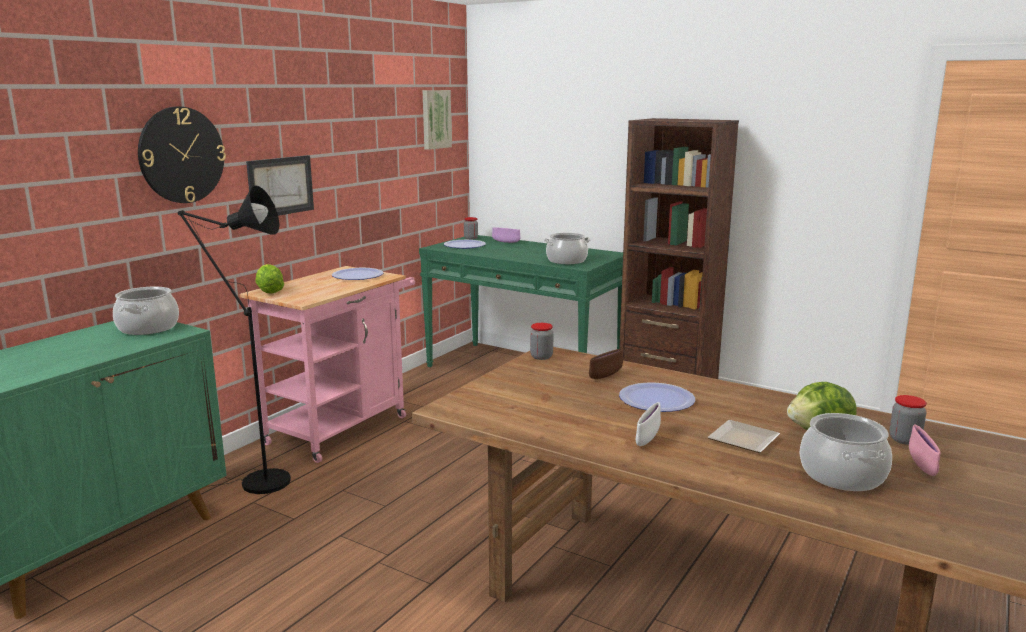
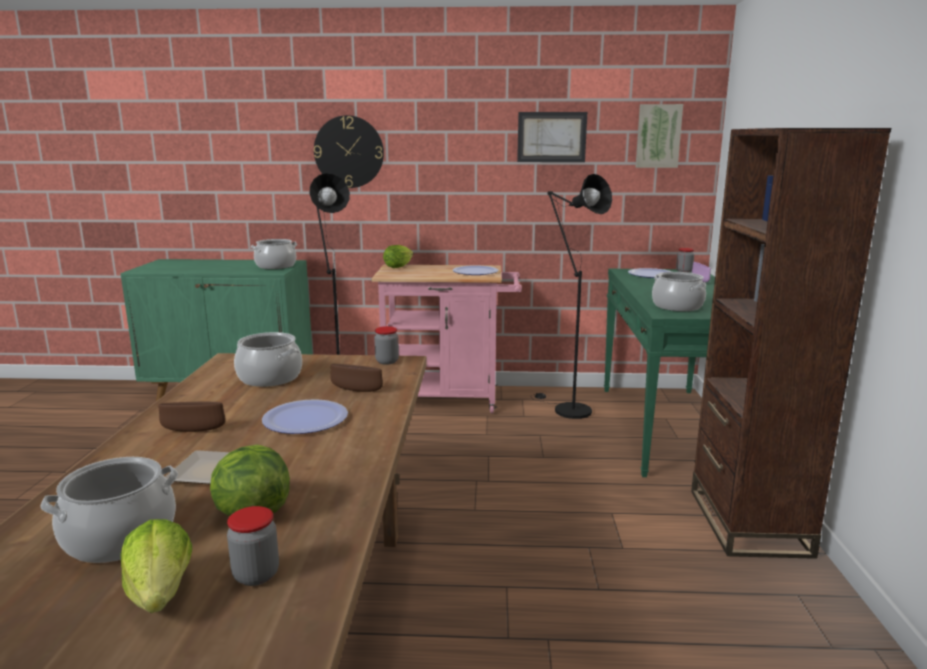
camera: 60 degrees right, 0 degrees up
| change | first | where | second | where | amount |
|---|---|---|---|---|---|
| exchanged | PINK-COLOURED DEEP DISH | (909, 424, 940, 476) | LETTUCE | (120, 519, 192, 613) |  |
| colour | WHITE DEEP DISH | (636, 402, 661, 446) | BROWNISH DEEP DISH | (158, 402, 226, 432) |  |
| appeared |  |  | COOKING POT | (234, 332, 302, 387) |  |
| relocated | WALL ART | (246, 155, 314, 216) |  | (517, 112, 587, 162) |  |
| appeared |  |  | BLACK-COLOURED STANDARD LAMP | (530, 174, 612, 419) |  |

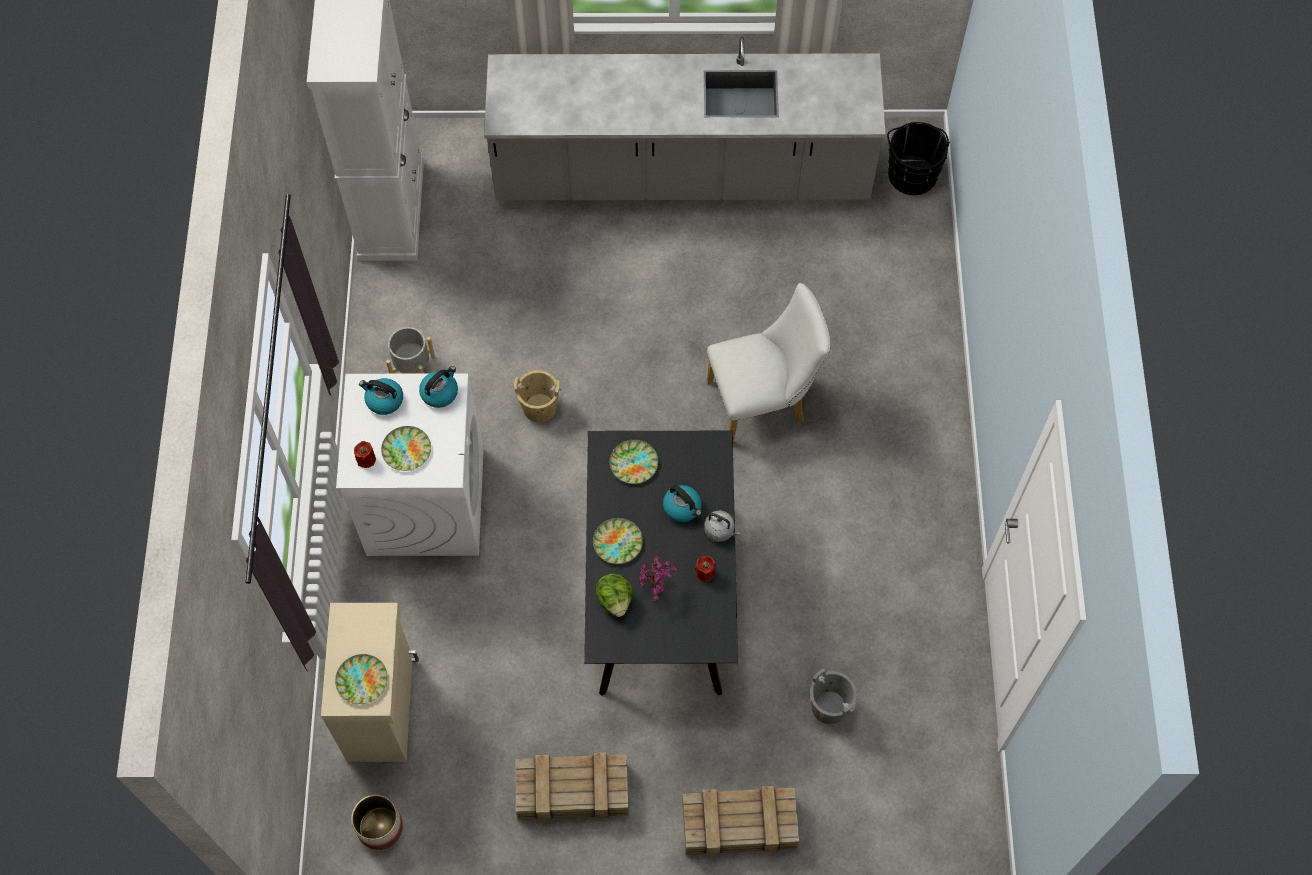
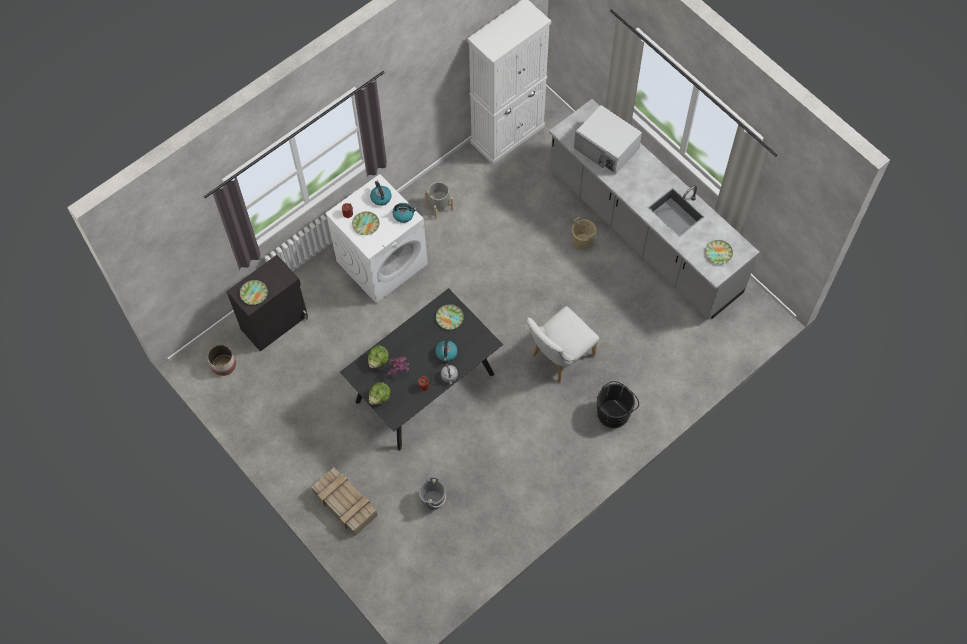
camera: 50 degrees right, 0 degrees up
| change | first | where | second | where | amount |
|---|---|---|---|---|---|
| colour | SAND-COLOURED STORAGE CABINET | (321, 603, 419, 762) | BLACK-COLOURED STORAGE CABINET | (226, 255, 308, 351) |  |
| appeared |  |  | LETTUCE | (369, 382, 391, 405) |  |
| spun | WHITE UPRIGHT CHAIR | (707, 283, 830, 442) |  | (527, 306, 599, 382) | 105 degrees clockwise |
| relocated | SAND-COLOURED WATER BUCKET | (513, 370, 562, 423) |  | (572, 217, 597, 250) |  |
| appeared |  |  | WHITE MICROWAVE OVEN | (574, 105, 642, 174) |  |
| relocated | BLACK-COLOURED WATER BUCKET | (887, 122, 950, 195) |  | (597, 381, 639, 428) |  |
| relocated | DINNER PLATE | (593, 518, 643, 564) |  | (705, 240, 733, 264) |  |
| missing | SHIPPING CRATE | (516, 753, 629, 821) |  |  |  |

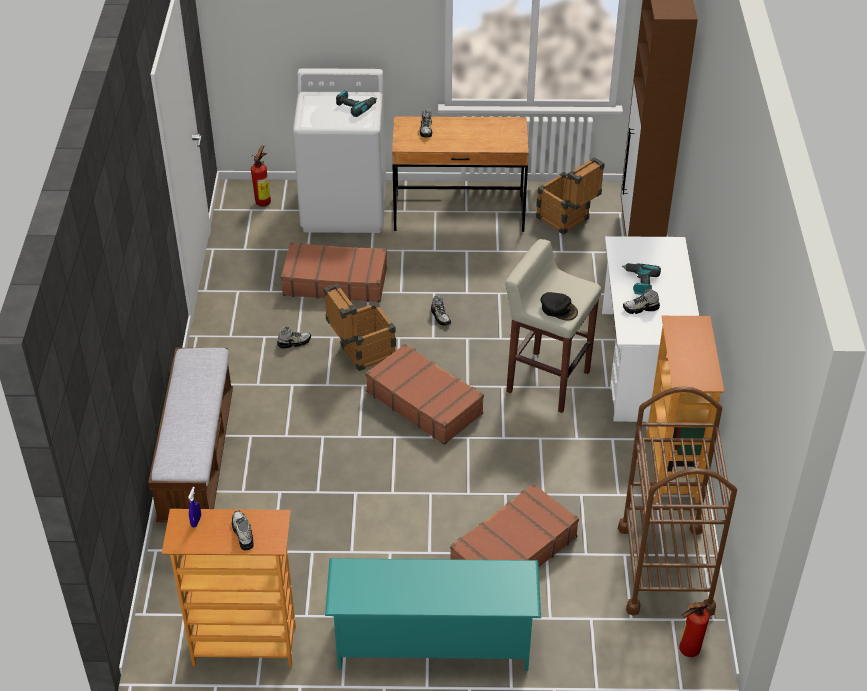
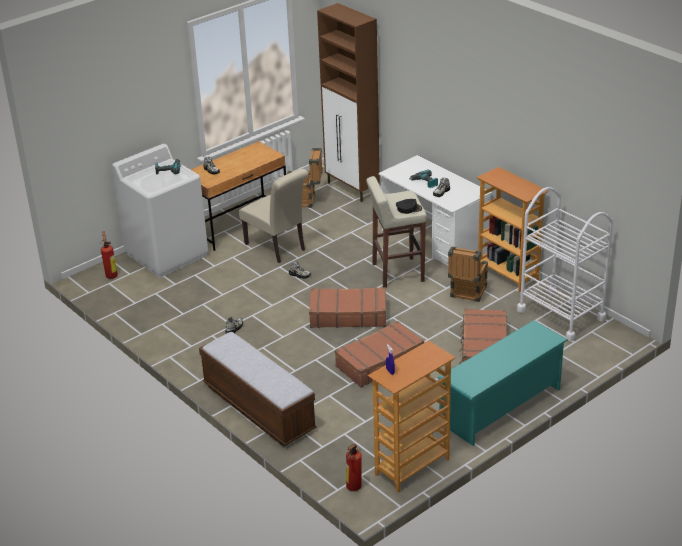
camera: 40 degrees left, 10 degrees down
| change | first | where | second | where | amount |
|---|---|---|---|---|---|
| appeared |  |  | SAND-COLOURED UPRIGHT CHAIR | (239, 169, 308, 263) |  |
| relocated | BROWNISH PIECE OF LUGGAGE | (281, 242, 387, 302) |  | (335, 321, 424, 387) |  |
| relocated | FIRE EXTINGUISHER | (679, 601, 710, 657) |  | (346, 444, 362, 491) |  |
| relocated | SHIPPING CRATE | (324, 283, 396, 371) |  | (448, 246, 488, 302) |  |
| colour | BROWNISH TROLLEY | (618, 387, 737, 616) | WHITE TROLLEY | (517, 187, 613, 341) |  |
| missing | ITEM OF FOOTWEAR | (232, 511, 254, 550) |  |  |  |

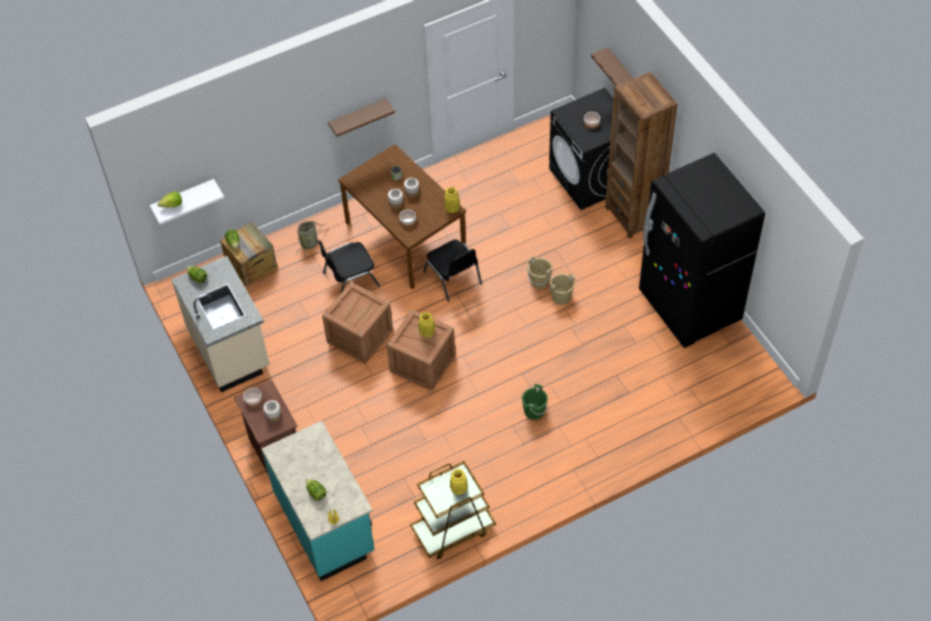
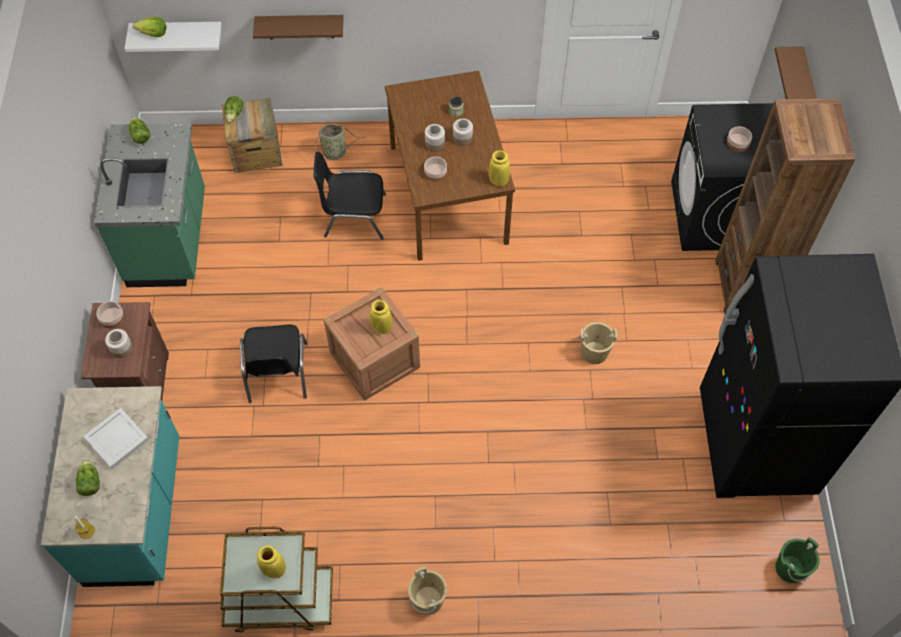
camera: 25 degrees right, 5 degrees up
| change | first | where | second | where | amount |
|---|---|---|---|---|---|
| appeared |  |  | WHITE CARRYING TRAY | (83, 408, 149, 469) |  |
| colour | SAND-COLOURED COUNTER | (171, 256, 270, 393) | GREEN-COLOURED COUNTER | (94, 123, 205, 287) |  |
| relocated | BLACK-COLOURED UPRIGHT CHAIR | (423, 240, 482, 302) |  | (240, 324, 307, 403) |  |
| relocated | BROWNISH SHELF | (328, 99, 395, 136) |  | (253, 15, 343, 39) |  |
| relocated | SAND-COLOURED WATER BUCKET | (528, 256, 552, 289) |  | (408, 566, 447, 615) |  |
| relocated | GREEN-COLOURED WATER BUCKET | (522, 384, 548, 420) |  | (776, 537, 819, 583) |  |
| missing | SHIPPING CRATE | (322, 282, 393, 364) |  |  |  |

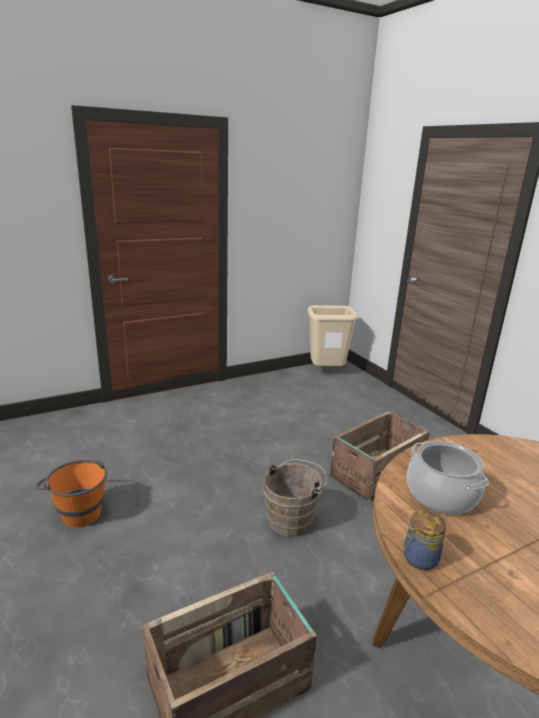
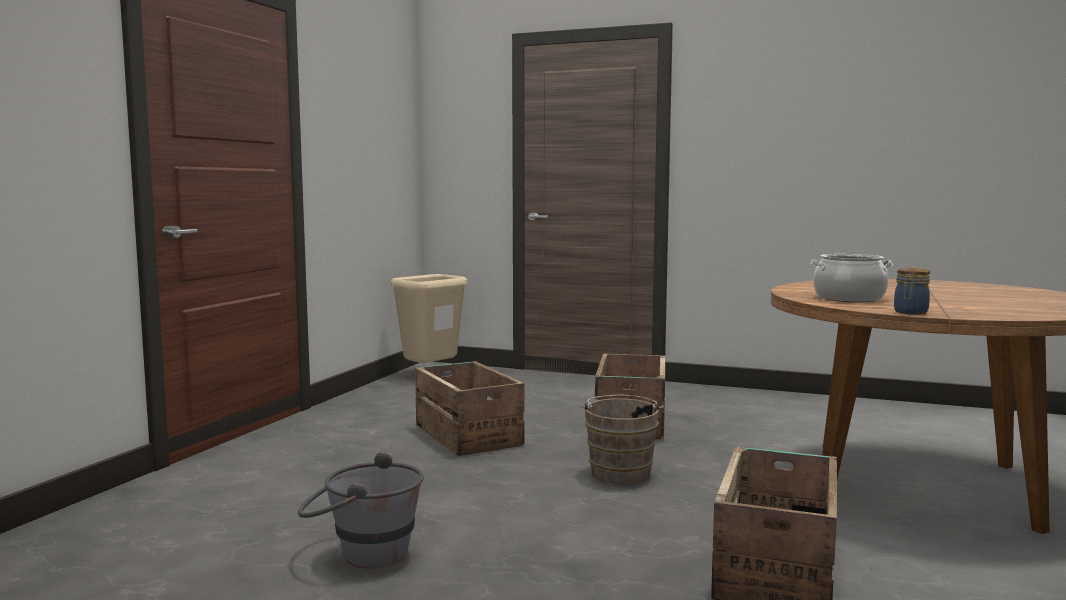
camera: 40 degrees left, 15 degrees down
| change | first | where | second | where | amount |
|---|---|---|---|---|---|
| colour | ORANGEY WATER BUCKET | (35, 458, 107, 527) | GREY WATER BUCKET | (298, 451, 424, 568) |  |
| appeared |  |  | SHIPPING CRATE | (415, 361, 524, 456) |  |

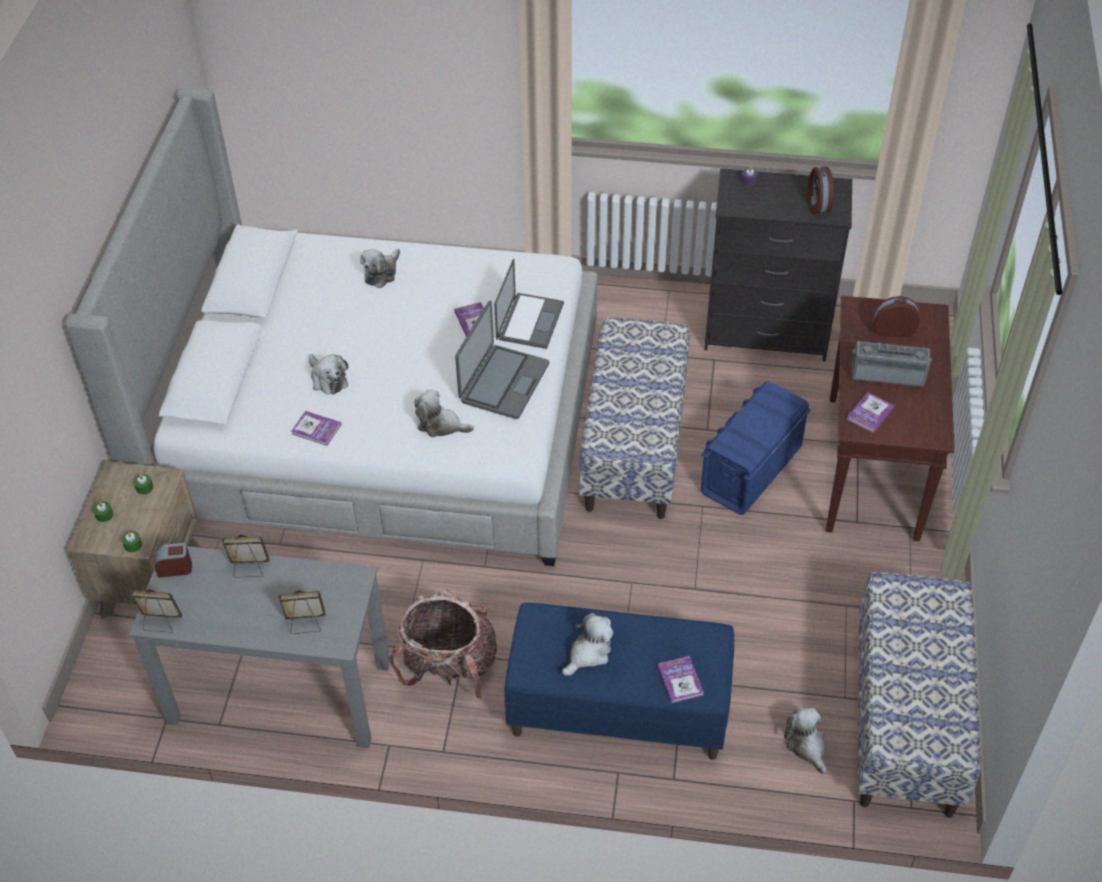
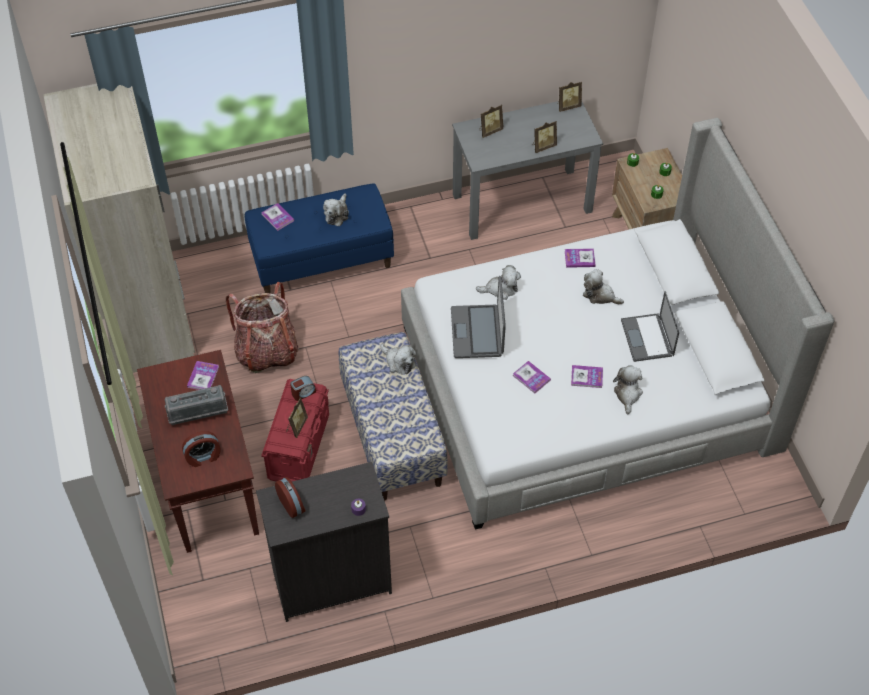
camera: 155 degrees right, 5 degrees up
| change | first | where | second | where | amount |
|---|---|---|---|---|---|
| exchanged | INDOOR BENCH | (857, 572, 981, 818) | SAND-COLOURED CLOTHES CUPBOARD | (43, 84, 195, 375) |  |
| relocated | KNAPSACK | (390, 589, 497, 699) |  | (226, 282, 298, 373) |  |
| colour | BLUE-COLOURED STORAGE CONTAINER | (701, 381, 811, 515) | RED STORAGE CONTAINER | (261, 379, 329, 482) |  |
| appeared |  |  | STANDING FRAME | (286, 397, 308, 438) |  |
| relocated | ALARM CLOCK | (155, 543, 192, 578) |  | (290, 376, 316, 401) |  |
| relocated | PLUSH TOY | (784, 707, 826, 774) |  | (380, 344, 416, 375) |  |
| appeared |  |  | BOOK | (571, 365, 603, 388) |  |
| relocated | PORTABLE COMPUTER | (494, 258, 564, 349) |  | (621, 291, 679, 362) |  |

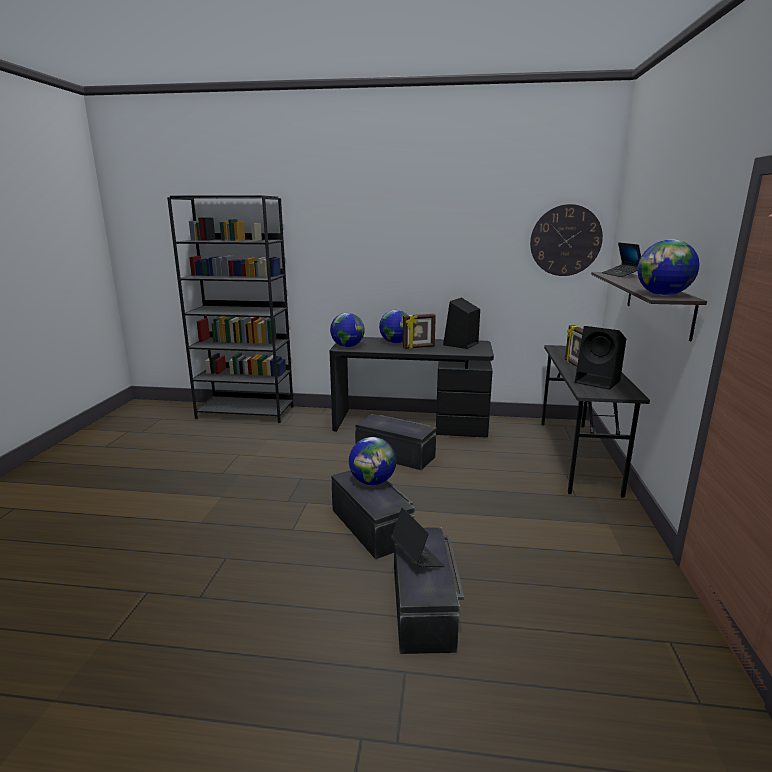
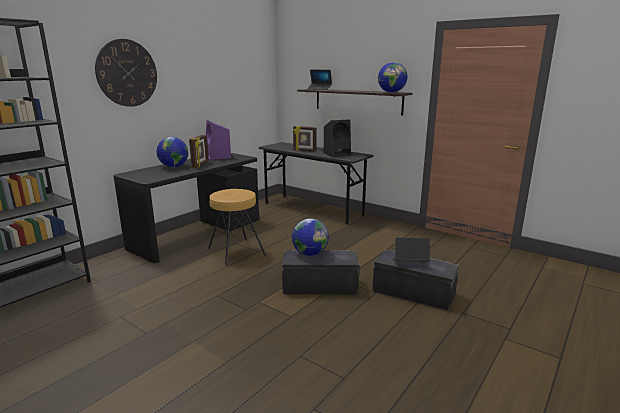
camera: 60 degrees left, 0 degrees up
| change | first | where | second | where | amount |
|---|---|---|---|---|---|
| relocated | HANGING CLOCK | (530, 204, 603, 276) |  | (95, 39, 157, 107) |  |
| colour | BLACK-COLOURED LOUDSPEAKER | (443, 298, 480, 349) | PURPLE LOUDSPEAKER | (206, 120, 231, 160) |  |
| exchanged | BLACK-COLOURED STORAGE CONTAINER | (355, 414, 436, 470) | BROWNISH STOOL | (208, 189, 266, 266) |  |
| missing | WORLD GLOBE | (330, 313, 365, 347) |  |  |  |

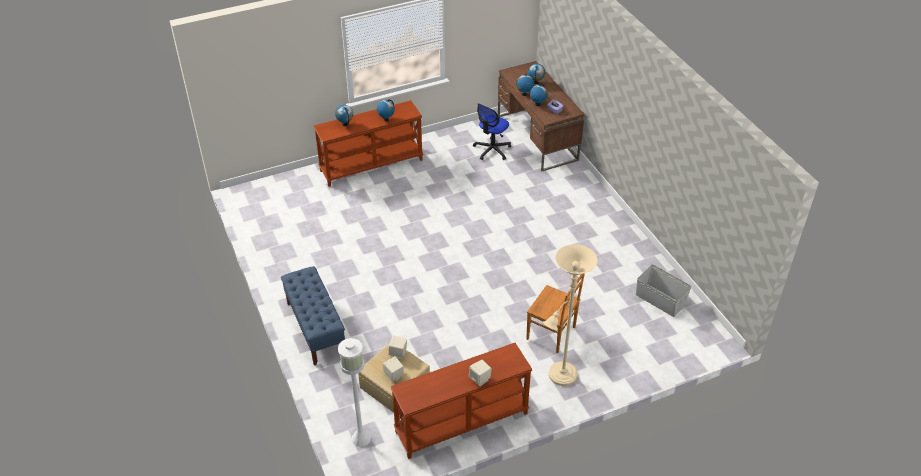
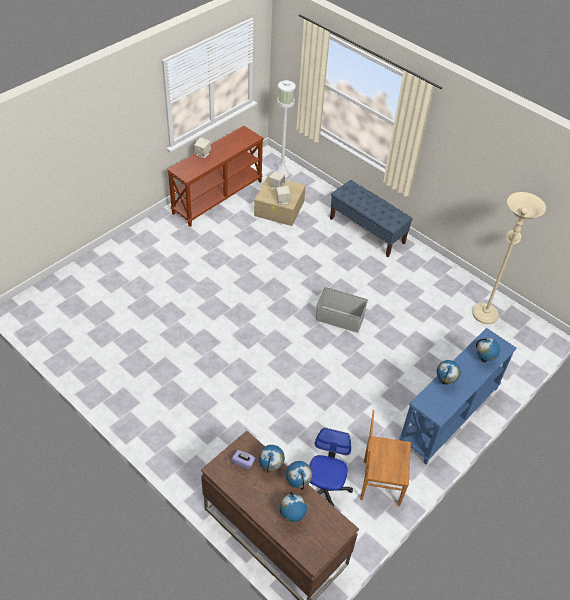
camera: 155 degrees right, 5 degrees up
| change | first | where | second | where | amount |
|---|---|---|---|---|---|
| relocated | GREY STORAGE CONTAINER | (636, 264, 691, 317) |  | (316, 287, 368, 333) |  |
| relocated | BROWNISH UPRIGHT CHAIR | (526, 273, 585, 353) |  | (360, 410, 411, 506) |  |
| colour | BROWNISH CONSOLE TABLE | (314, 100, 423, 187) | BLUE-COLOURED CONSOLE TABLE | (399, 328, 516, 464) |  |
| relocated | SAND-COLOURED STANDARD LAMP | (543, 244, 597, 386) |  | (472, 192, 546, 324) |  |

